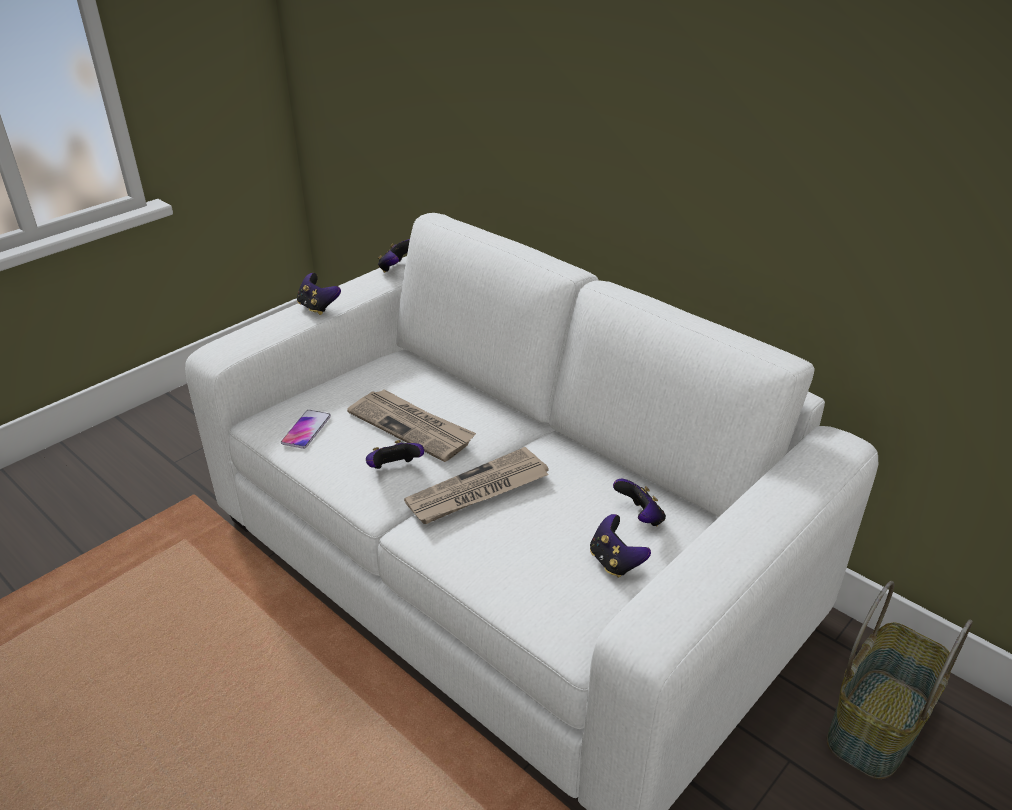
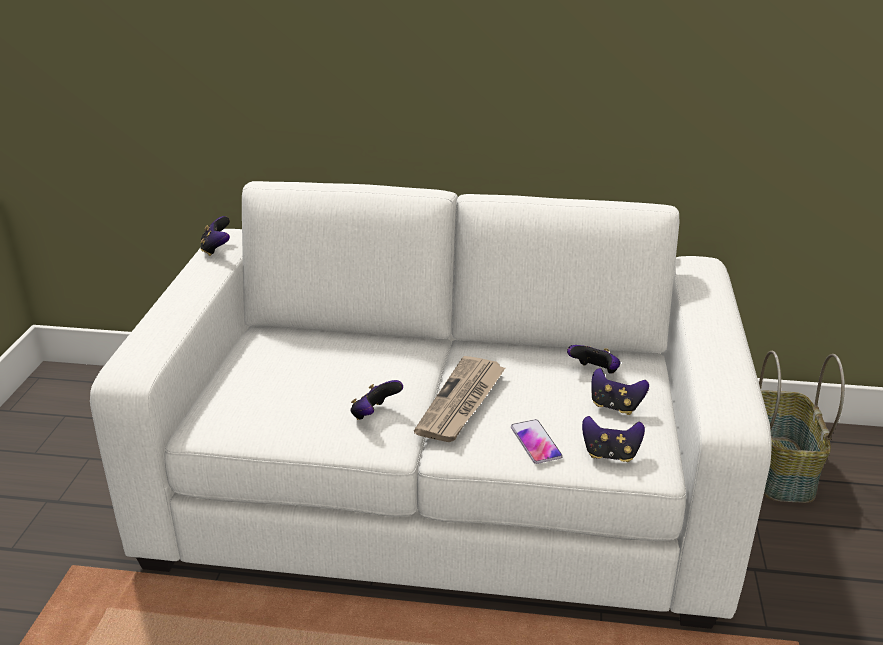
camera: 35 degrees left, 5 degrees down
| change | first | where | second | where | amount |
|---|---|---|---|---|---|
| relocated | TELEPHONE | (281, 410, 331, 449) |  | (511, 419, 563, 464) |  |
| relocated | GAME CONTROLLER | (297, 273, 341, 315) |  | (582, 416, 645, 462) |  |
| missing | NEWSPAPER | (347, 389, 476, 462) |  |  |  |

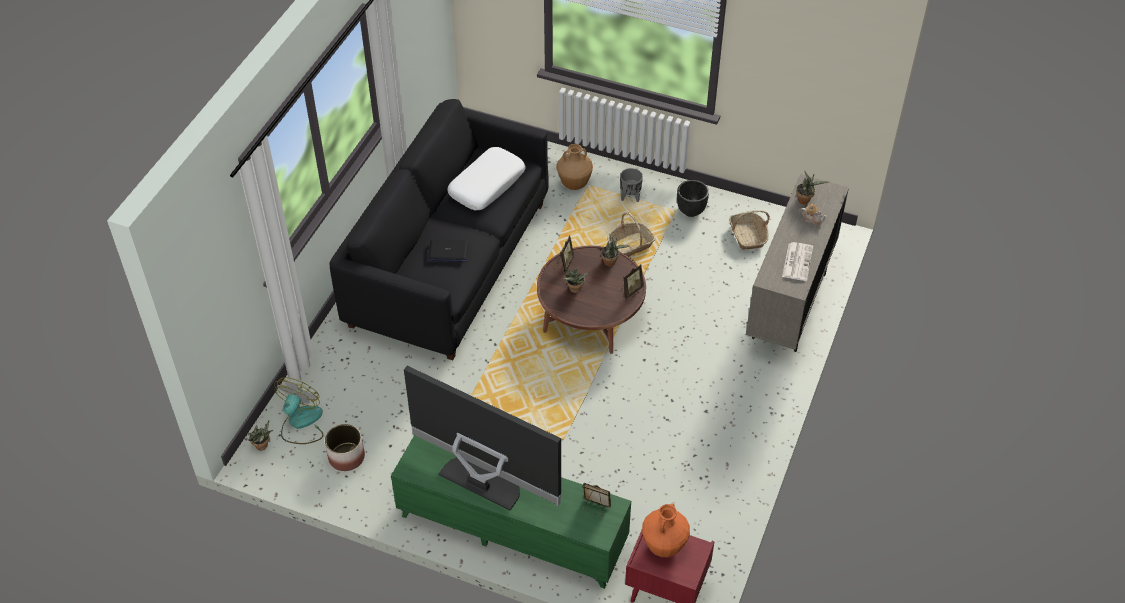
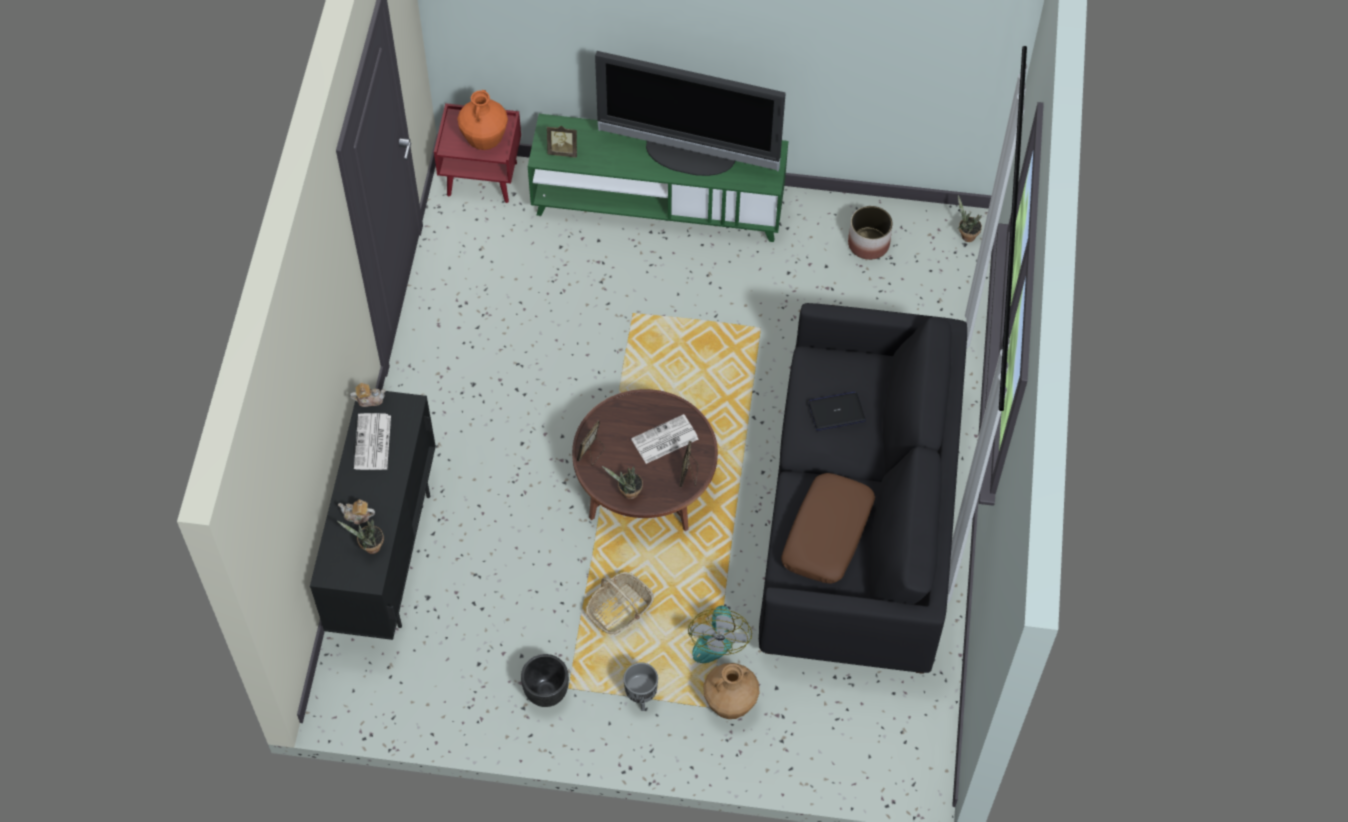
camera: 165 degrees right, 10 degrees up
| change | first | where | second | where | amount |
|---|---|---|---|---|---|
| colour | SAND-COLOURED STORAGE CABINET | (746, 174, 849, 352) | BLACK-COLOURED STORAGE CABINET | (310, 389, 436, 640) |  |
| appeared |  |  | TEAPOT | (350, 383, 386, 407) |  |
| exchanged | HOUSEPLANT | (563, 268, 589, 293) | NEWSPAPER | (631, 414, 699, 464) |  |
| relocated | ELECTRIC FAN | (274, 377, 323, 444) |  | (688, 606, 752, 663) |  |
| colour | WHITE CUSHION | (447, 147, 526, 210) | BROWNISH CUSHION | (781, 473, 875, 584) |  |
| missing | HOUSEHOLD BASKET | (729, 210, 770, 250) |  |  |  |

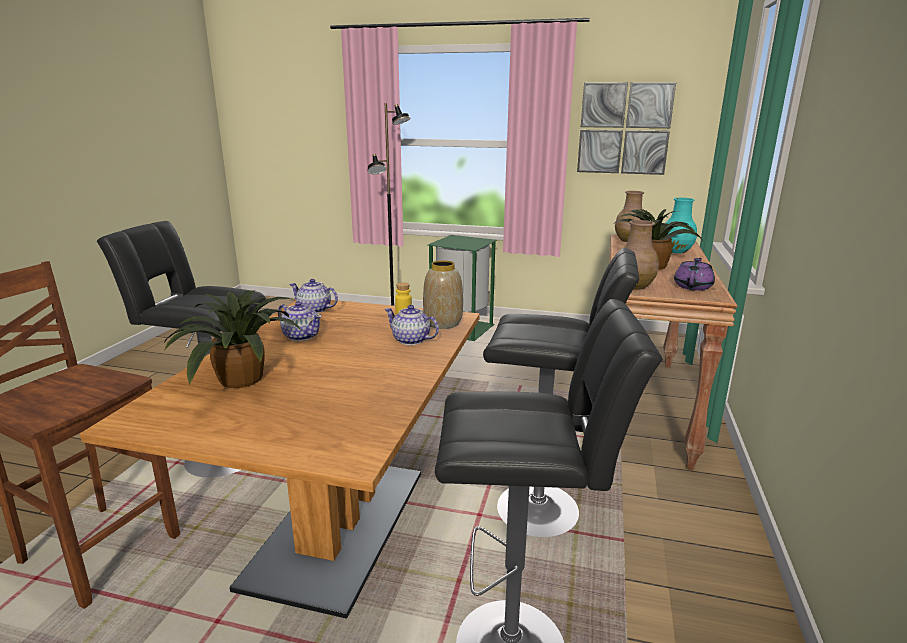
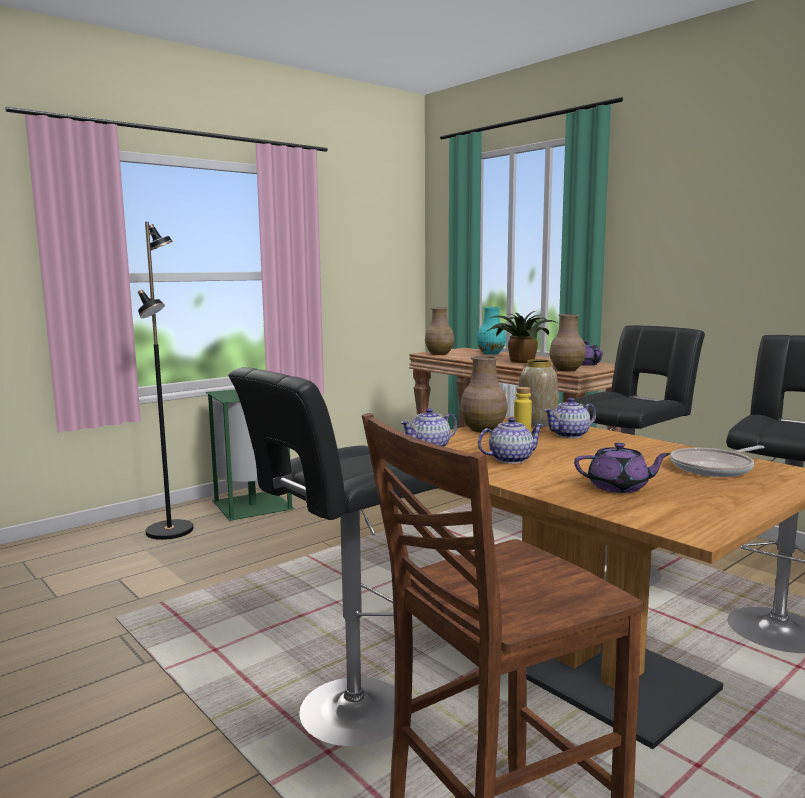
camera: 55 degrees left, 10 degrees down
| change | first | where | second | where | amount |
|---|---|---|---|---|---|
| appeared |  |  | BROWNISH DECORATIVE VASE | (460, 356, 508, 432) |  |
| exchanged | HOUSEPLANT | (163, 290, 301, 388) | PURPLE TEAPOT | (574, 443, 671, 493) |  |
| appeared |  |  | SKILLET | (670, 445, 764, 477) |  |
| missing | WALL ART | (577, 82, 676, 175) |  |  |  |

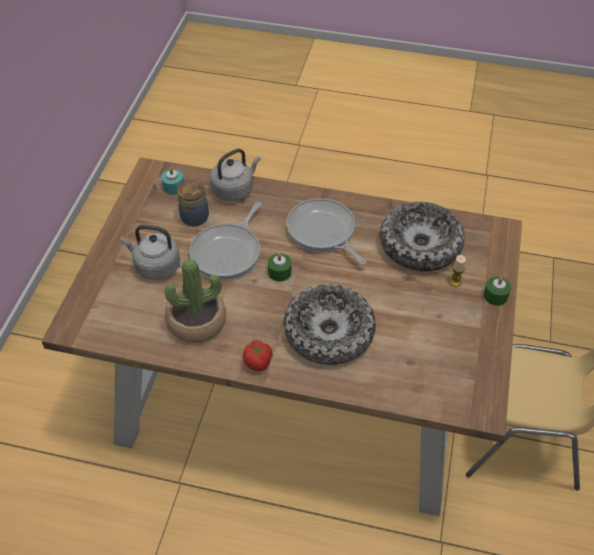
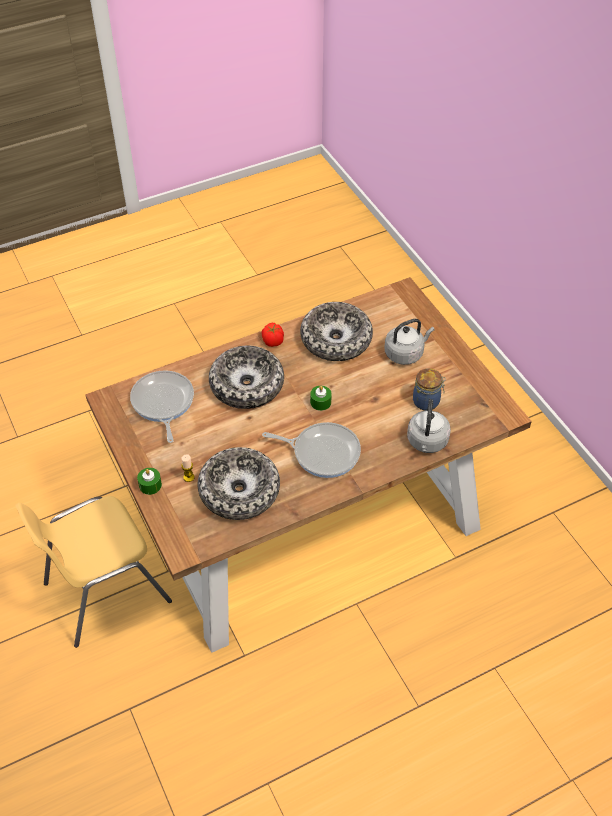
camera: 140 degrees right, 0 degrees up
| change | first | where | second | where | amount |
|---|---|---|---|---|---|
| relocated | SKILLET | (189, 202, 261, 280) |  | (130, 370, 194, 443) |  |
| exchanged | HOUSEPLANT | (165, 259, 226, 343) | DEEP DISH | (300, 302, 373, 361) |  |
| missing | BLUE-GREEN WAX CANDLE | (161, 167, 184, 195) |  |  |  |

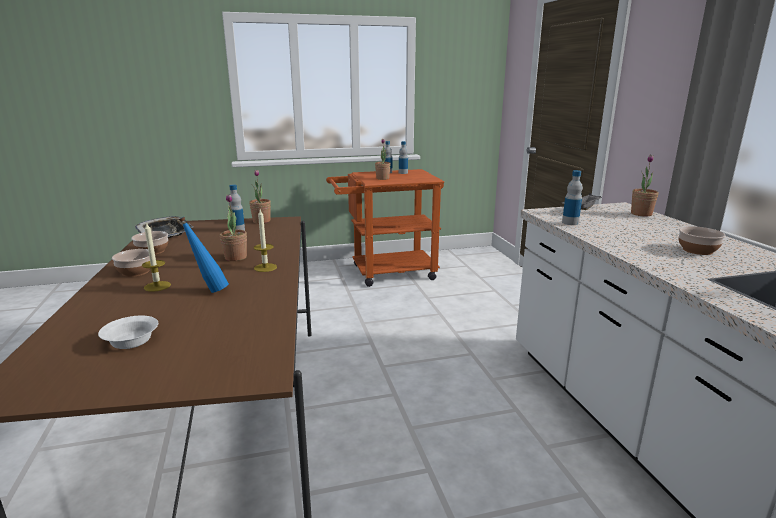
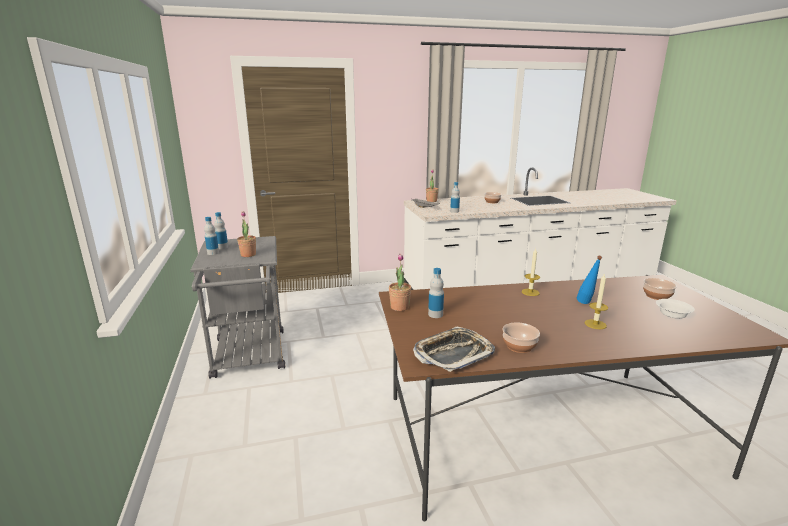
camera: 90 degrees left, 0 degrees up
| change | first | where | second | where | amount |
|---|---|---|---|---|---|
| colour | ORANGEY TROLLEY | (326, 169, 444, 287) | GREY TROLLEY | (190, 236, 285, 379) |  |
| relocated | DEEP DISH | (112, 249, 150, 277) |  | (643, 278, 677, 300) |  |
| missing | HOUSEPLANT | (220, 194, 247, 261) |  |  |  |

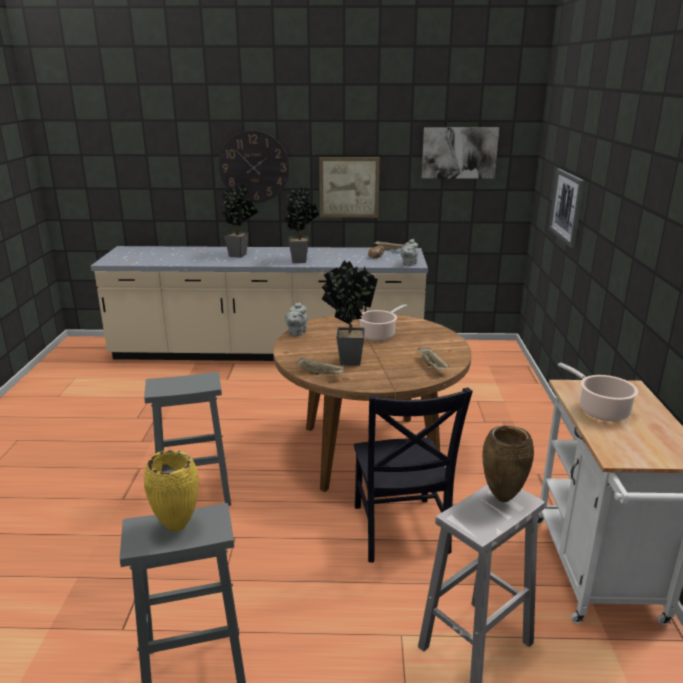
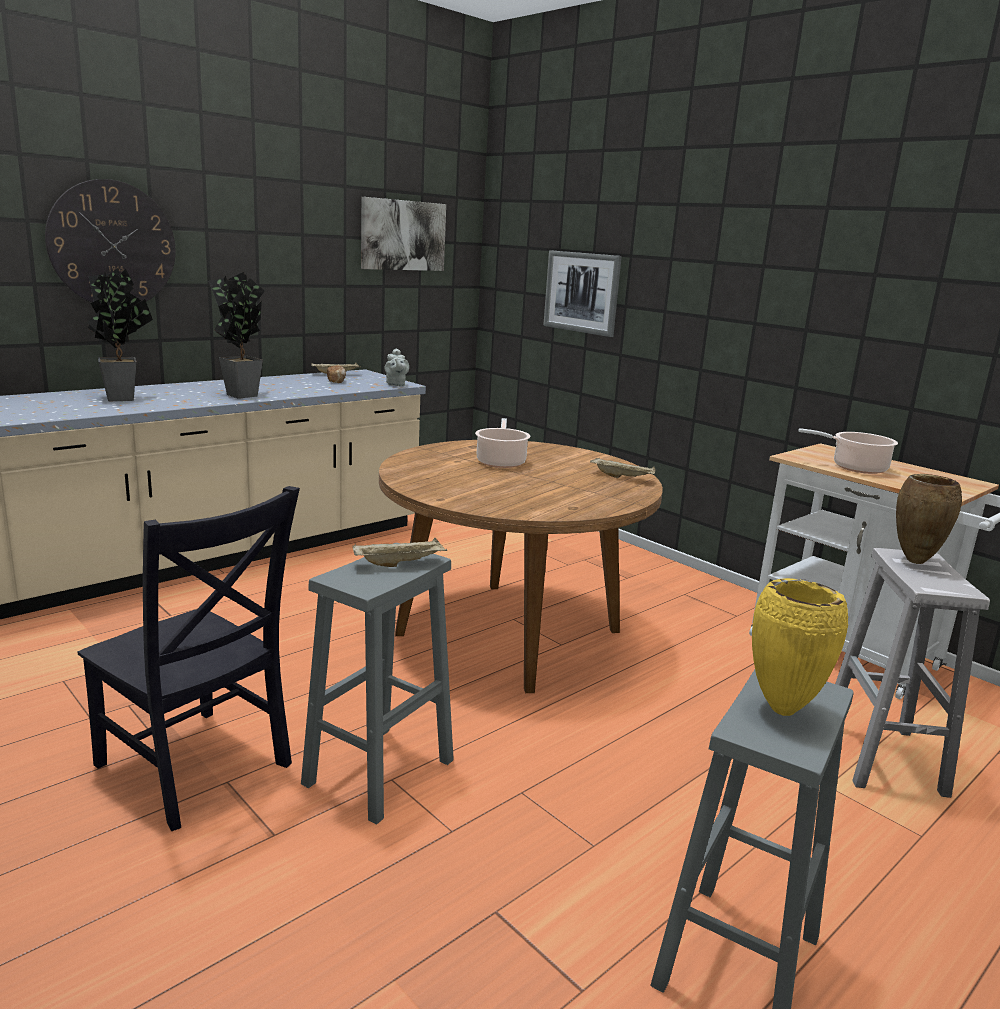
camera: 45 degrees left, 5 degrees down
| change | first | where | second | where | amount |
|---|---|---|---|---|---|
| relocated | BLACK-COLOURED UPRIGHT CHAIR | (354, 388, 473, 563) |  | (78, 486, 300, 831) |  |
| relocated | SAND-COLOURED CARRYING TRAY | (295, 358, 345, 375) |  | (352, 538, 447, 567) |  |
| missing | GREY TEAPOT | (285, 302, 307, 336) |  |  |  |
| missing | WALL ART | (319, 157, 380, 218) |  |  |  |
| missing | HOUSEPLANT | (322, 260, 378, 366) |  |  |  |

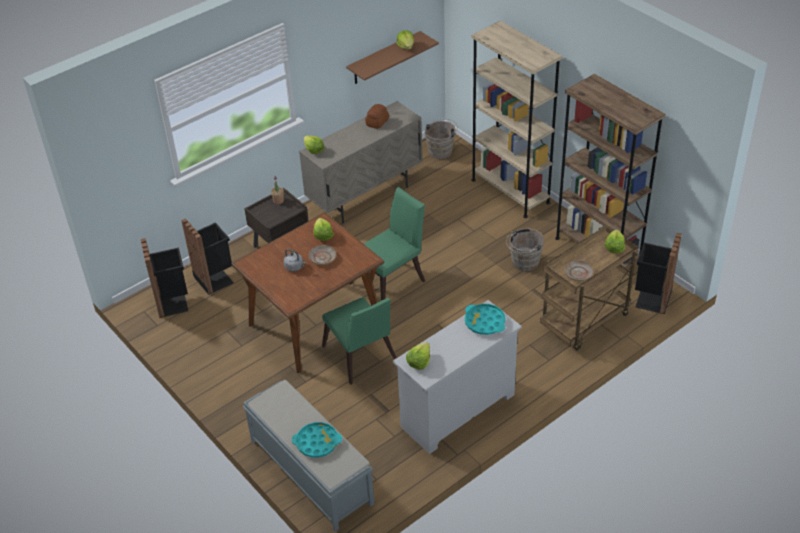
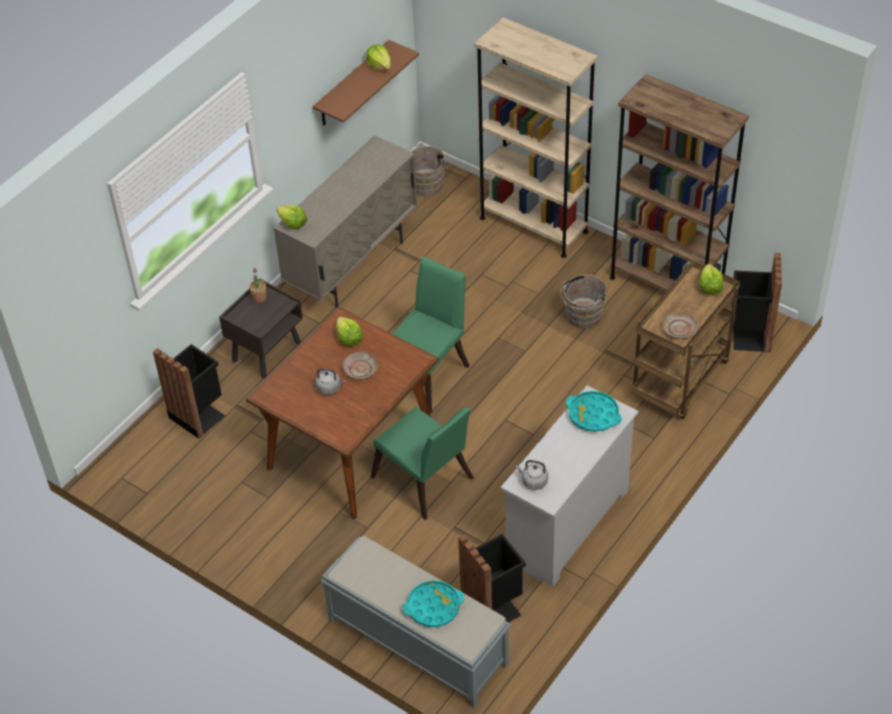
camera: 15 degrees left, 5 degrees up
| change | first | where | second | where | amount |
|---|---|---|---|---|---|
| relocated | BLACK-COLOURED TRASH CAN | (141, 238, 188, 318) |  | (458, 534, 526, 623) |  |
| exchanged | LETTUCE | (406, 342, 430, 370) | GREY KETTLE | (516, 460, 548, 490) |  |
| missing | BAKED BREAD | (365, 104, 389, 129) |  |  |  |

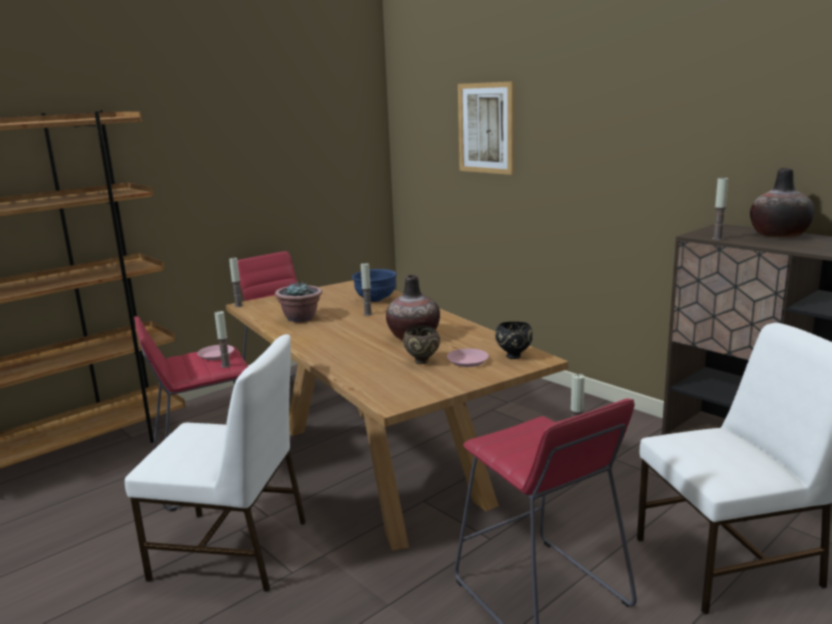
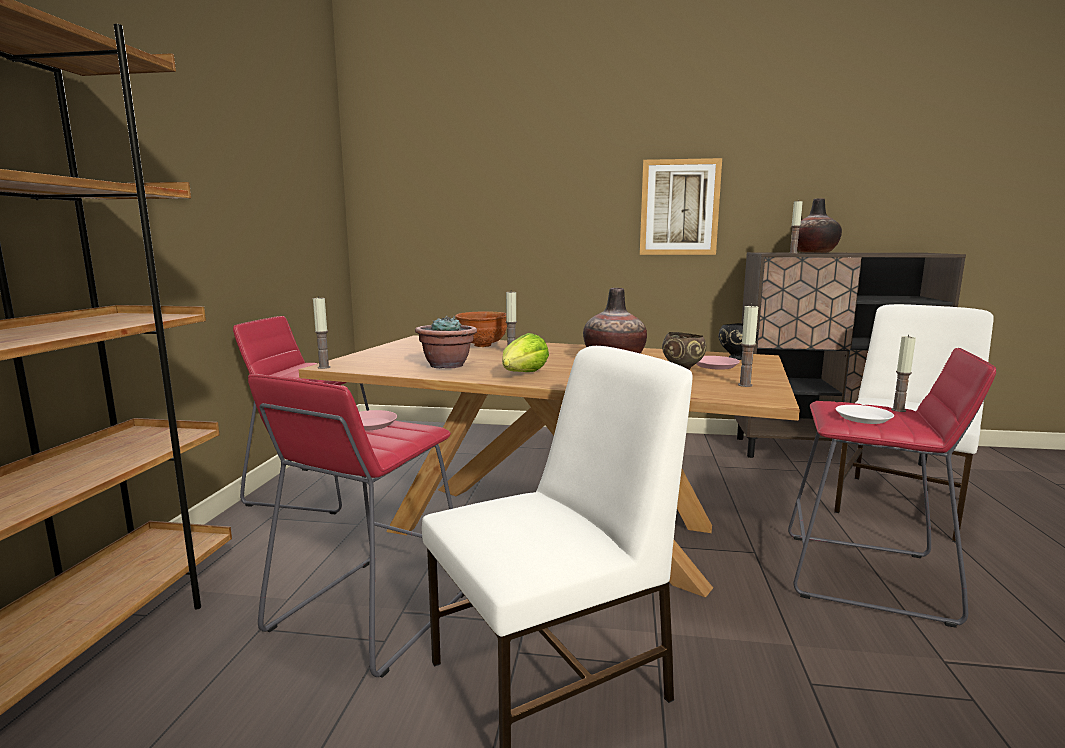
camera: 40 degrees left, 5 degrees down
| change | first | where | second | where | amount |
|---|---|---|---|---|---|
| colour | BLUE-COLOURED DEEP DISH | (352, 269, 397, 302) | BROWNISH DEEP DISH | (455, 312, 507, 347) |  |
| appeared |  |  | LETTUCE | (502, 333, 549, 372) |  |
| relocated | WALL ART | (458, 81, 514, 175) |  | (640, 158, 722, 255) |  |
| relocated | WAX CANDLE | (215, 311, 231, 368) |  | (738, 304, 758, 387) |  |
| appeared |  |  | WHITE DINNER PLATE | (836, 405, 894, 424) |  |

